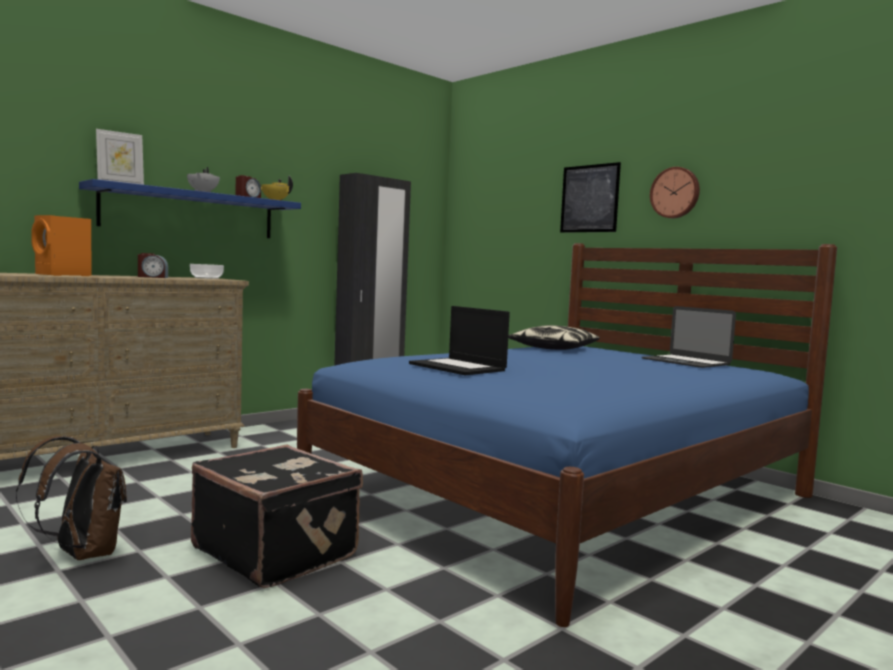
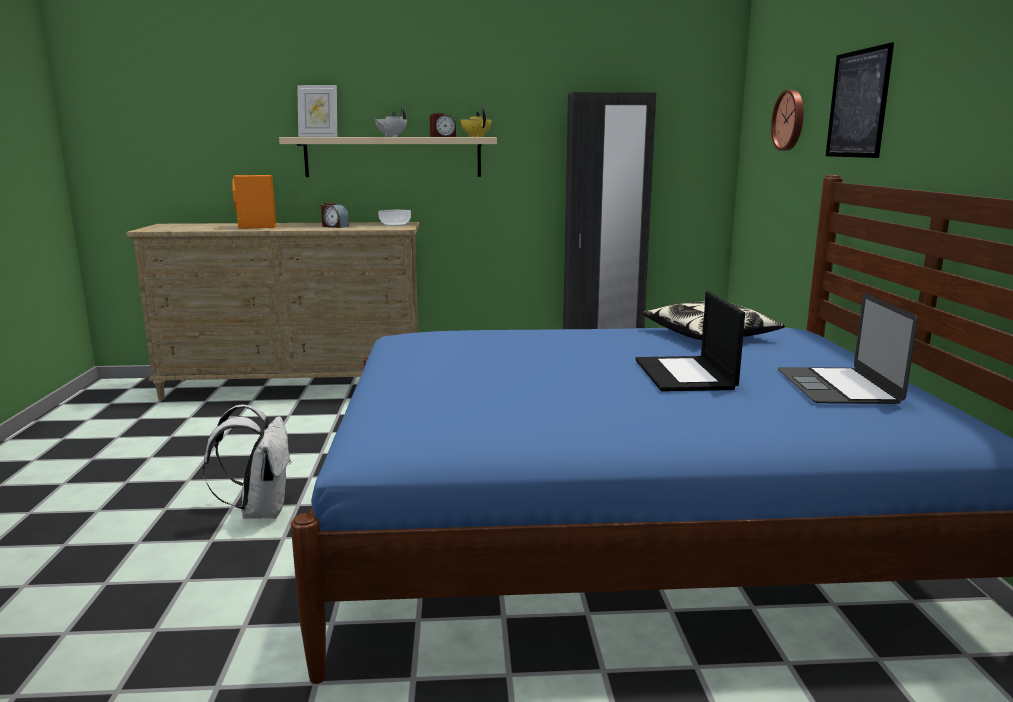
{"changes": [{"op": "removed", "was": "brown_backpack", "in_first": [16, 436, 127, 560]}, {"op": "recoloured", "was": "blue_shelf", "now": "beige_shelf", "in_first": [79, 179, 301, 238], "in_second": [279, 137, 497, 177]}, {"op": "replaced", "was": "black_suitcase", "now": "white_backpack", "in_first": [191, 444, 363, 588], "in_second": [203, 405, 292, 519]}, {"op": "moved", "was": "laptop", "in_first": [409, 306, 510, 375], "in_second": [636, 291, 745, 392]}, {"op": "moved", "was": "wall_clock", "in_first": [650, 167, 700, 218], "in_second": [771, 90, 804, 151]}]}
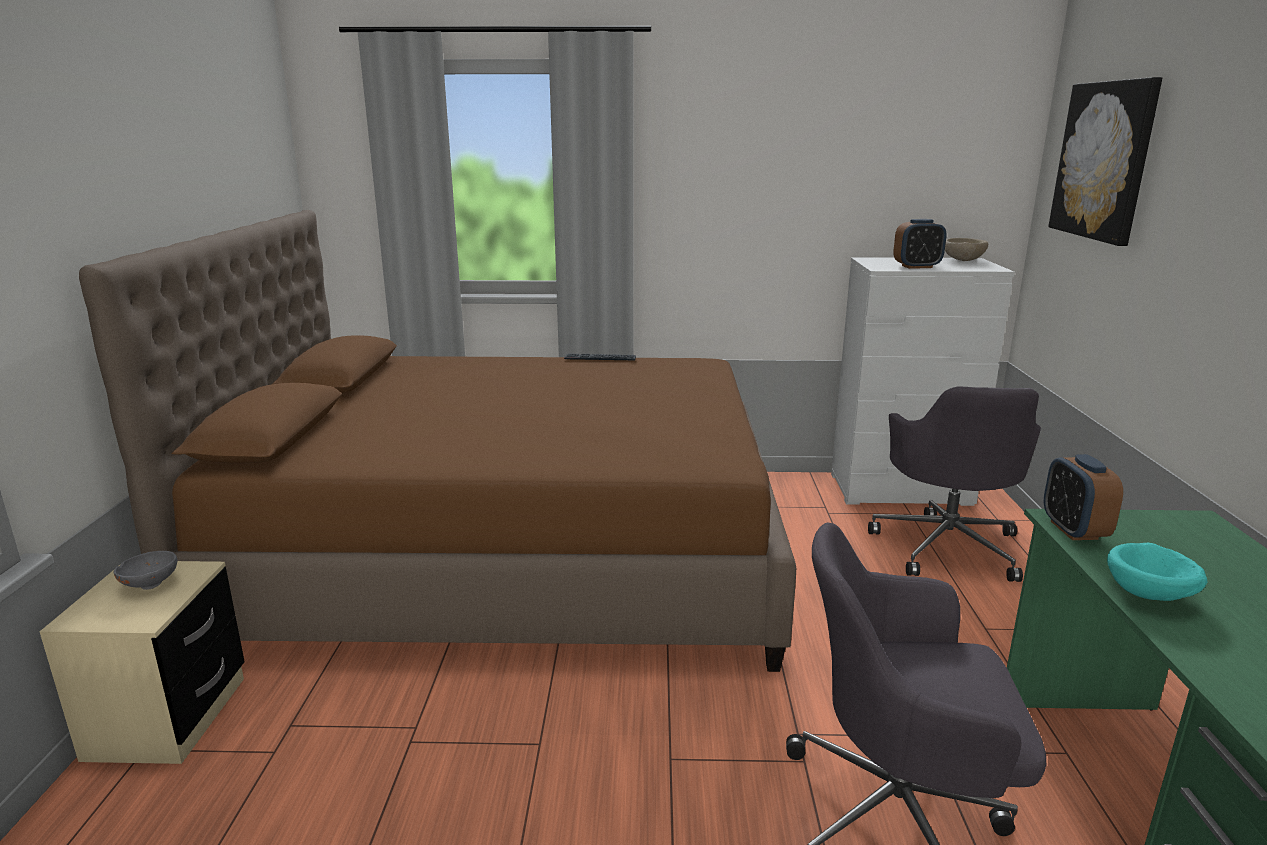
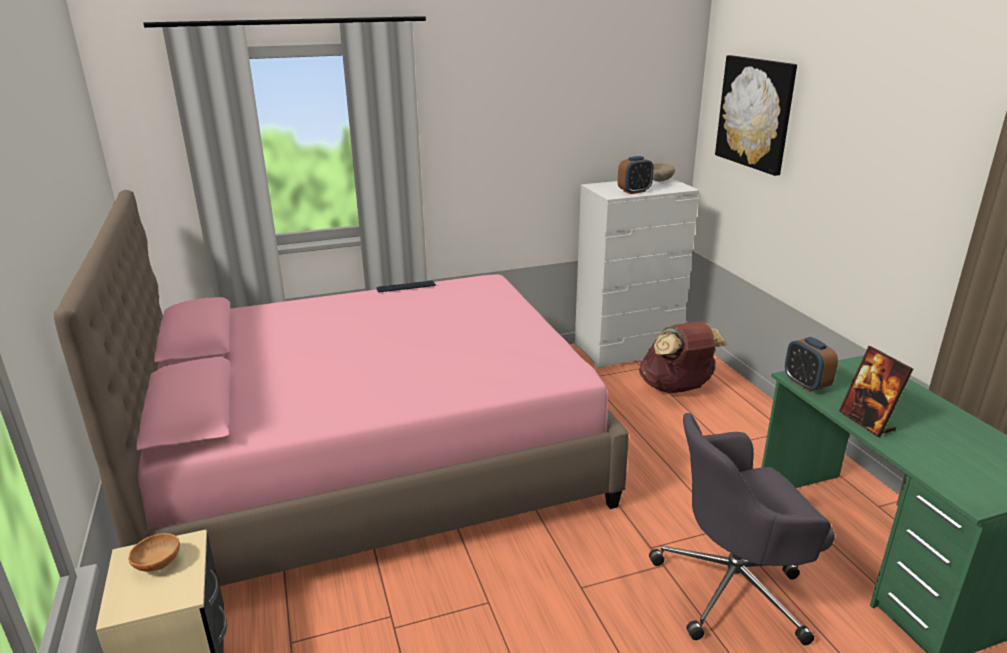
{"changes": [{"op": "recoloured", "was": "brown_bed", "now": "pink_bed", "in_first": [79, 210, 796, 672], "in_second": [54, 190, 628, 586]}, {"op": "recoloured", "was": "grey_bowl", "now": "brown_bowl", "in_first": [114, 551, 177, 590], "in_second": [128, 533, 180, 572]}, {"op": "replaced", "was": "grey_office_chair", "now": "brown_backpack", "in_first": [868, 386, 1041, 582], "in_second": [639, 321, 727, 393]}, {"op": "replaced", "was": "turquoise_bowl", "now": "picture_frame", "in_first": [1107, 543, 1207, 601], "in_second": [839, 346, 913, 437]}]}
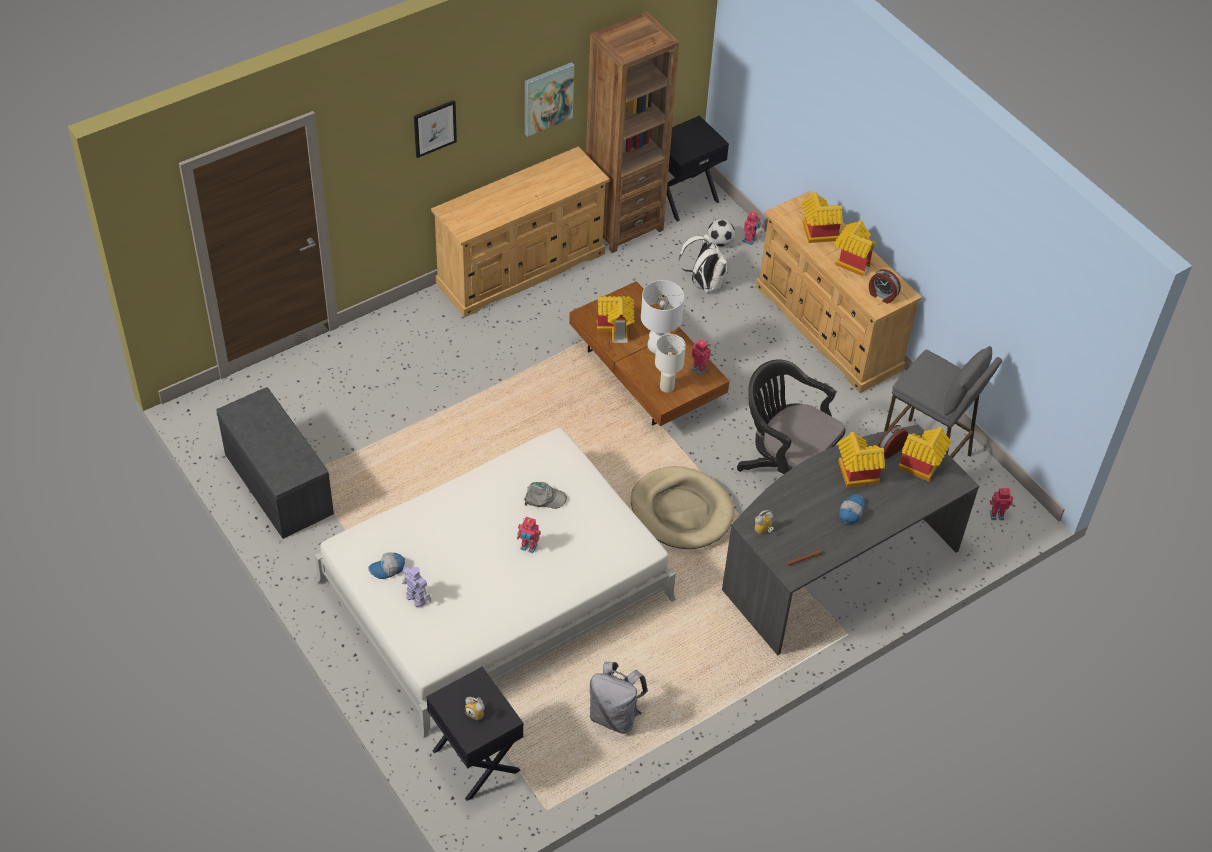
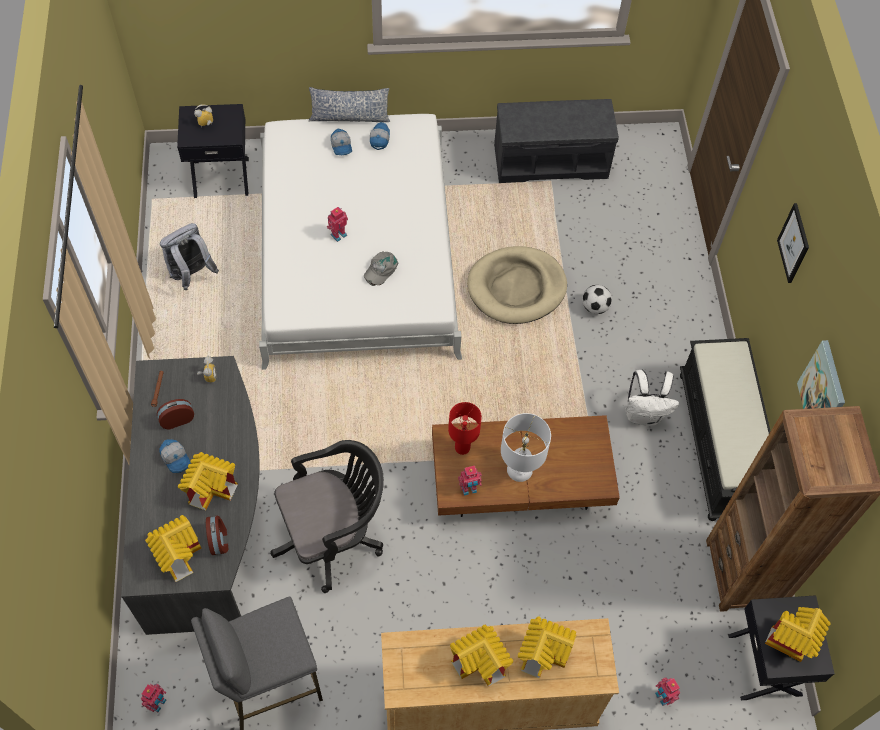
{"changes": [{"op": "replaced", "was": "toy_robot", "now": "cap", "in_first": [402, 567, 431, 607], "in_second": [331, 129, 352, 155]}, {"op": "replaced", "was": "beige_dresser", "now": "black_bench", "in_first": [431, 146, 610, 318], "in_second": [680, 338, 771, 521]}, {"op": "moved", "was": "toy_house", "in_first": [597, 296, 635, 343], "in_second": [765, 607, 831, 662]}, {"op": "moved", "was": "beige_dog_bed", "in_first": [631, 466, 734, 549], "in_second": [468, 246, 567, 324]}, {"op": "recoloured", "was": "white_table_lamp", "now": "red_table_lamp", "in_first": [655, 334, 686, 393], "in_second": [448, 402, 482, 455]}, {"op": "moved", "was": "white_backpack", "in_first": [679, 234, 728, 293], "in_second": [625, 370, 679, 425]}, {"op": "moved", "was": "football", "in_first": [707, 219, 735, 247], "in_second": [582, 285, 612, 314]}, {"op": "moved", "was": "alarm_clock", "in_first": [869, 269, 901, 304], "in_second": [157, 399, 194, 429]}, {"op": "added", "now": "pillow", "in_second": [309, 87, 390, 122]}]}
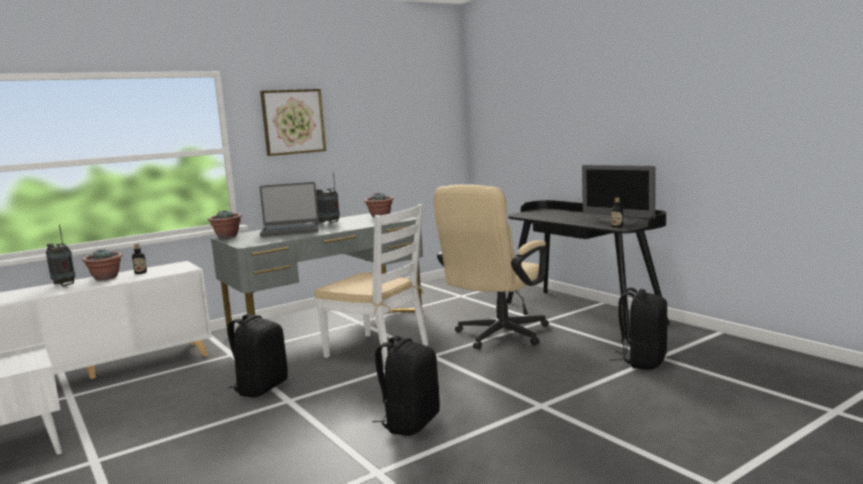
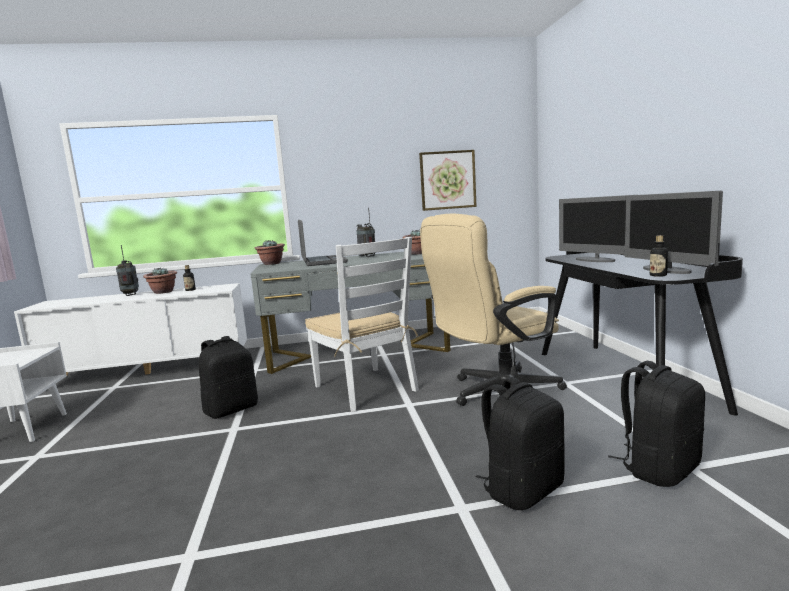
{"changes": [{"op": "turned", "was": "laptop", "in_first": [259, 182, 319, 237], "in_second": [298, 220, 348, 266], "clockwise": -120}, {"op": "moved", "was": "picture", "in_first": [260, 89, 326, 156], "in_second": [419, 150, 477, 211]}, {"op": "moved", "was": "black_backpack", "in_first": [372, 336, 440, 436], "in_second": [476, 377, 565, 510]}, {"op": "added", "now": "monitor", "in_second": [559, 195, 628, 262]}]}
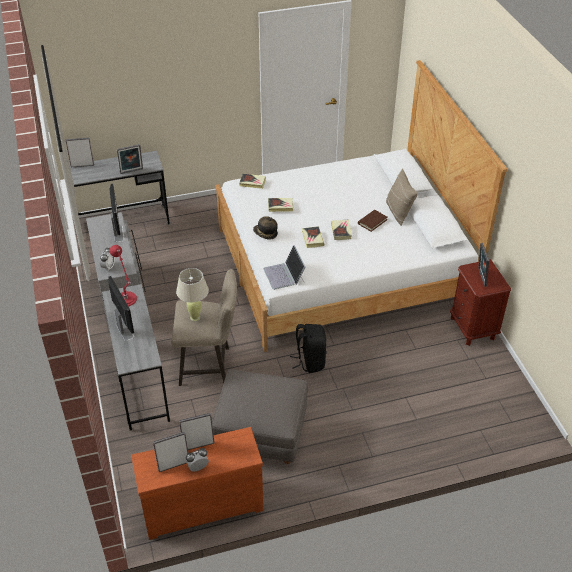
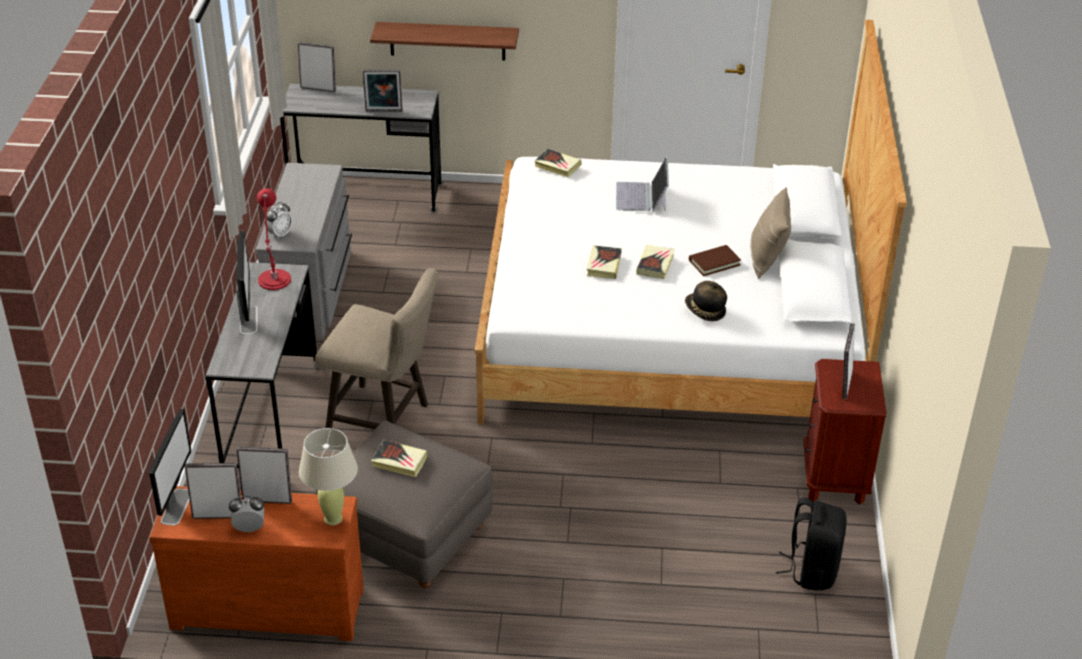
{"changes": [{"op": "moved", "was": "monitor", "in_first": [110, 183, 124, 242], "in_second": [149, 409, 191, 526]}, {"op": "moved", "was": "beige_table_lamp", "in_first": [176, 268, 209, 321], "in_second": [299, 428, 358, 525]}, {"op": "moved", "was": "hat", "in_first": [253, 216, 278, 240], "in_second": [685, 281, 727, 321]}, {"op": "moved", "was": "laptop", "in_first": [263, 245, 305, 290], "in_second": [616, 156, 669, 212]}, {"op": "moved", "was": "book", "in_first": [268, 198, 293, 212], "in_second": [371, 440, 428, 477]}, {"op": "moved", "was": "black_backpack", "in_first": [290, 324, 326, 373], "in_second": [776, 497, 846, 590]}, {"op": "added", "now": "shelf", "in_second": [370, 22, 519, 60]}]}
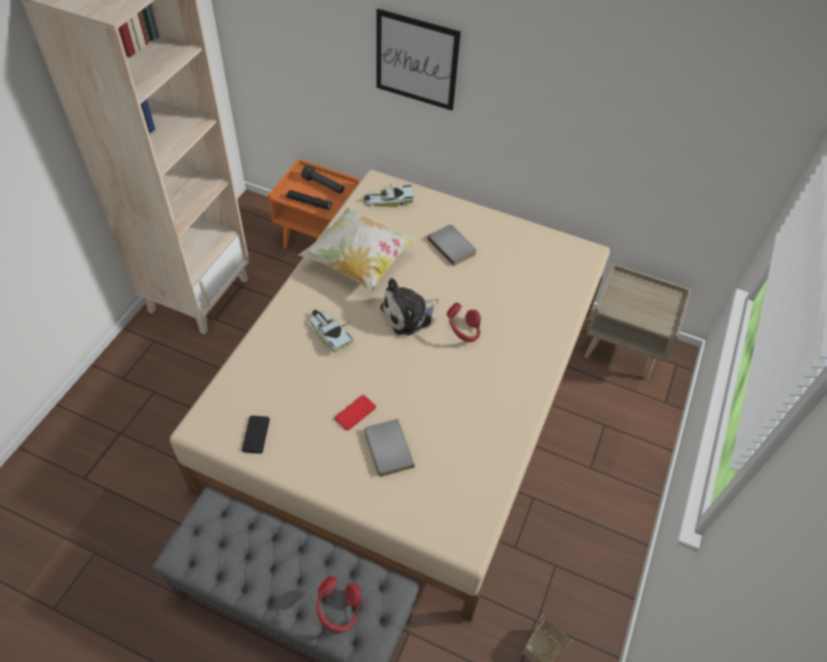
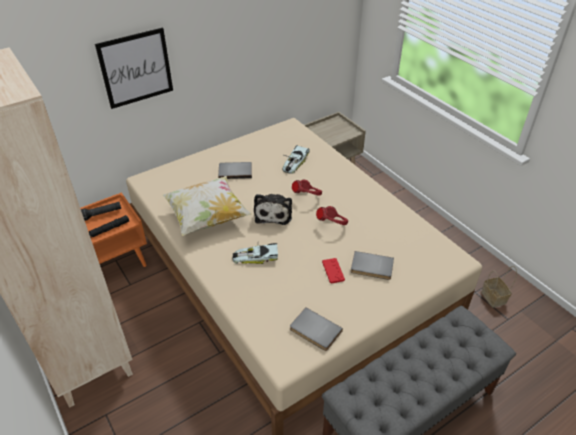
{"changes": [{"op": "replaced", "was": "black_game_controller", "now": "grey_book", "in_first": [242, 415, 270, 454], "in_second": [290, 307, 343, 351]}, {"op": "moved", "was": "red_headphones", "in_first": [316, 576, 362, 633], "in_second": [316, 206, 348, 225]}, {"op": "moved", "was": "toy_car", "in_first": [364, 184, 414, 207], "in_second": [283, 145, 310, 174]}]}
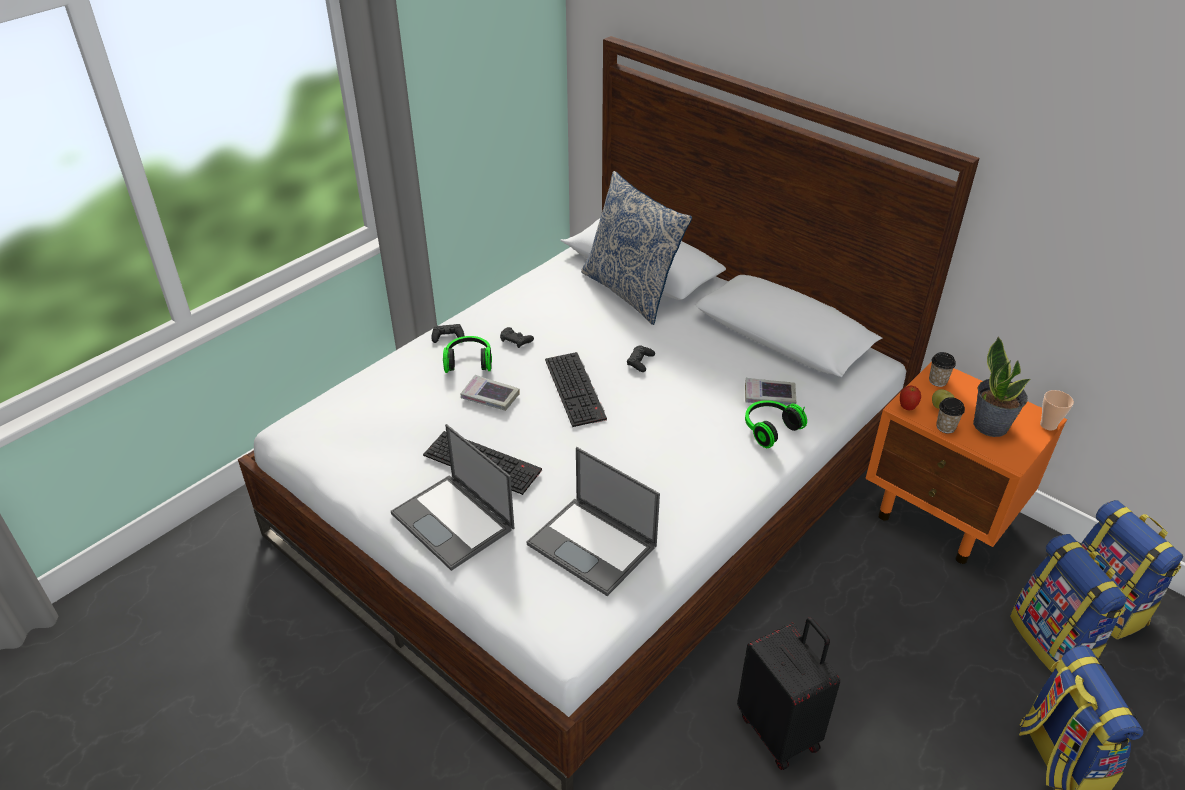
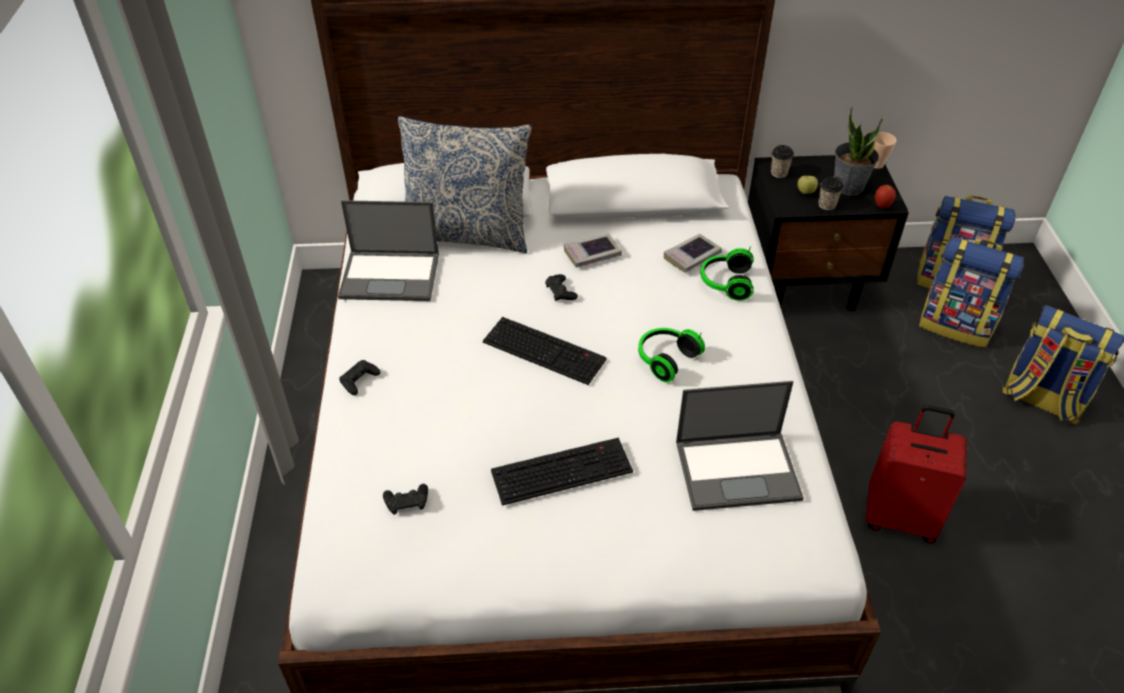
{"changes": [{"op": "moved", "was": "laptop", "in_first": [391, 424, 514, 571], "in_second": [338, 200, 439, 301]}, {"op": "moved", "was": "headphones", "in_first": [443, 336, 492, 373], "in_second": [638, 328, 705, 383]}, {"op": "moved", "was": "book", "in_first": [461, 375, 520, 411], "in_second": [564, 234, 622, 268]}, {"op": "moved", "was": "black_game_controller", "in_first": [500, 327, 534, 348], "in_second": [383, 484, 428, 515]}, {"op": "recoloured", "was": "black_suitcase", "now": "red_suitcase", "in_first": [737, 617, 840, 770], "in_second": [866, 405, 967, 544]}, {"op": "recoloured", "was": "orange_nightstand", "now": "black_nightstand", "in_first": [865, 361, 1067, 564], "in_second": [748, 155, 909, 311]}, {"op": "moved", "was": "apple", "in_first": [900, 385, 921, 410], "in_second": [875, 185, 896, 209]}]}
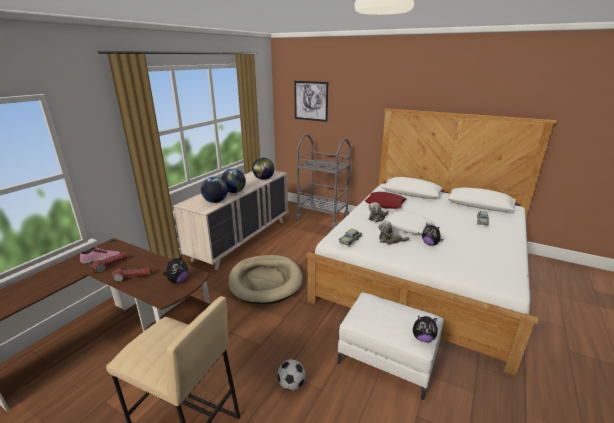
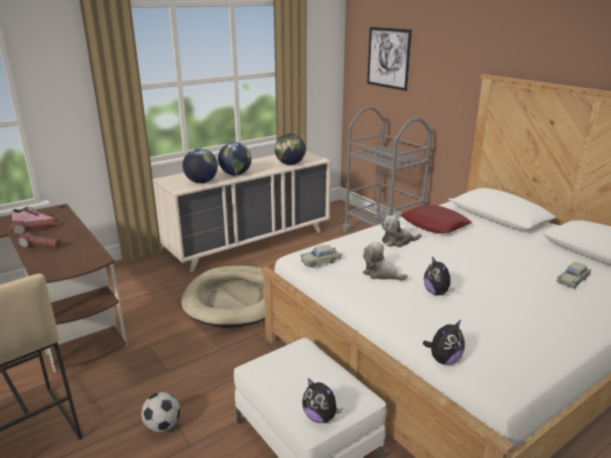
{"changes": [{"op": "moved", "was": "plush_toy", "in_first": [163, 254, 188, 283], "in_second": [423, 320, 465, 365]}, {"op": "removed", "was": "white_pillow", "in_first": [383, 211, 435, 234]}]}
